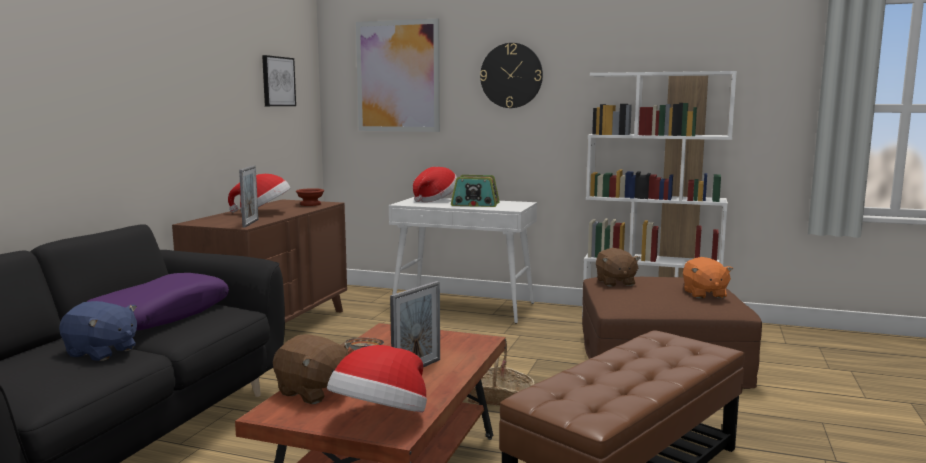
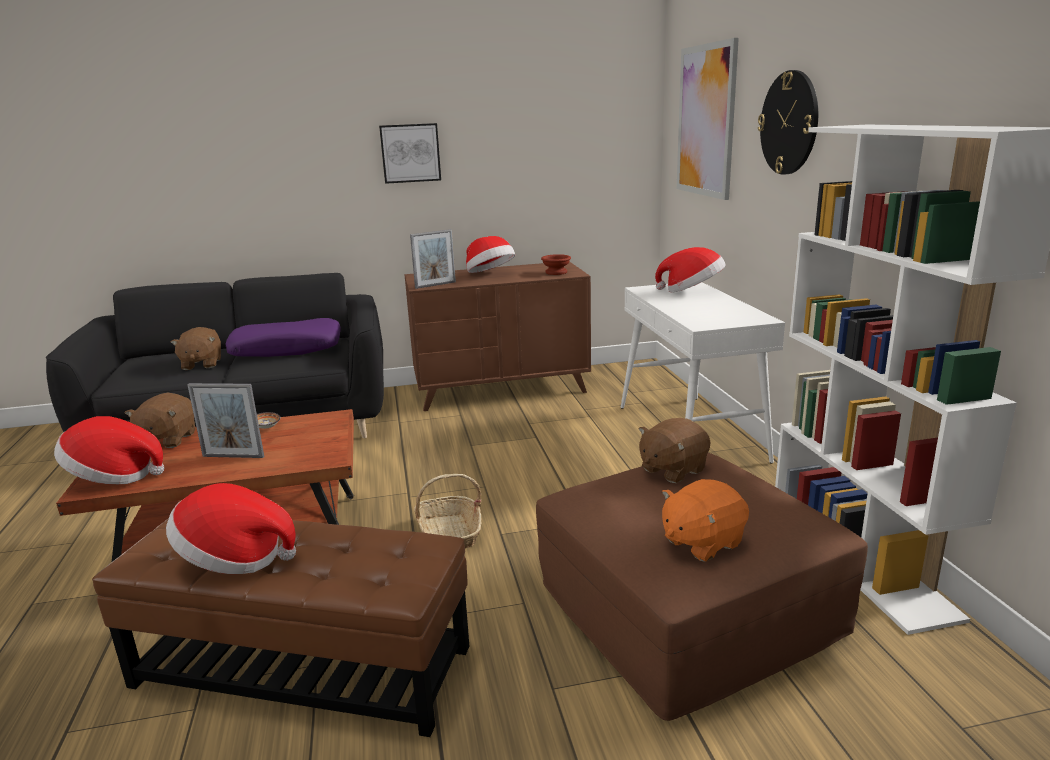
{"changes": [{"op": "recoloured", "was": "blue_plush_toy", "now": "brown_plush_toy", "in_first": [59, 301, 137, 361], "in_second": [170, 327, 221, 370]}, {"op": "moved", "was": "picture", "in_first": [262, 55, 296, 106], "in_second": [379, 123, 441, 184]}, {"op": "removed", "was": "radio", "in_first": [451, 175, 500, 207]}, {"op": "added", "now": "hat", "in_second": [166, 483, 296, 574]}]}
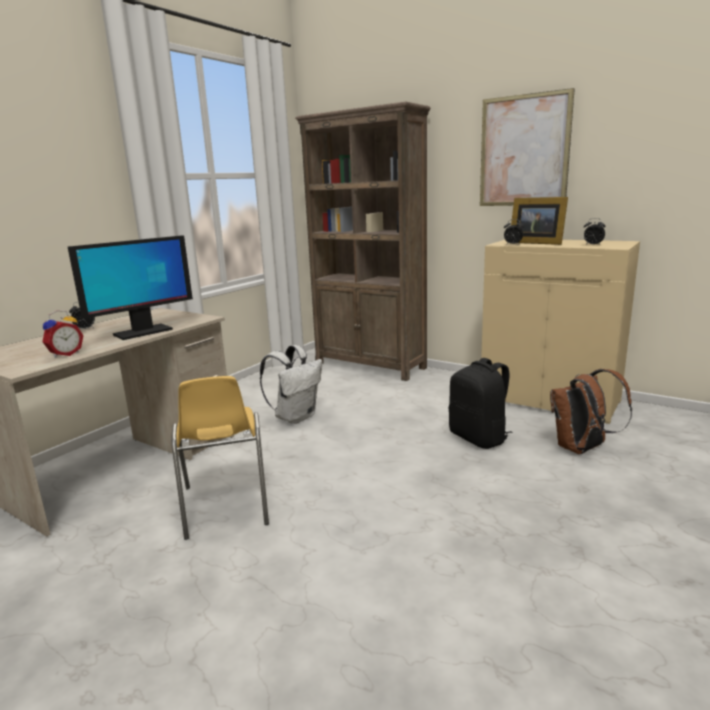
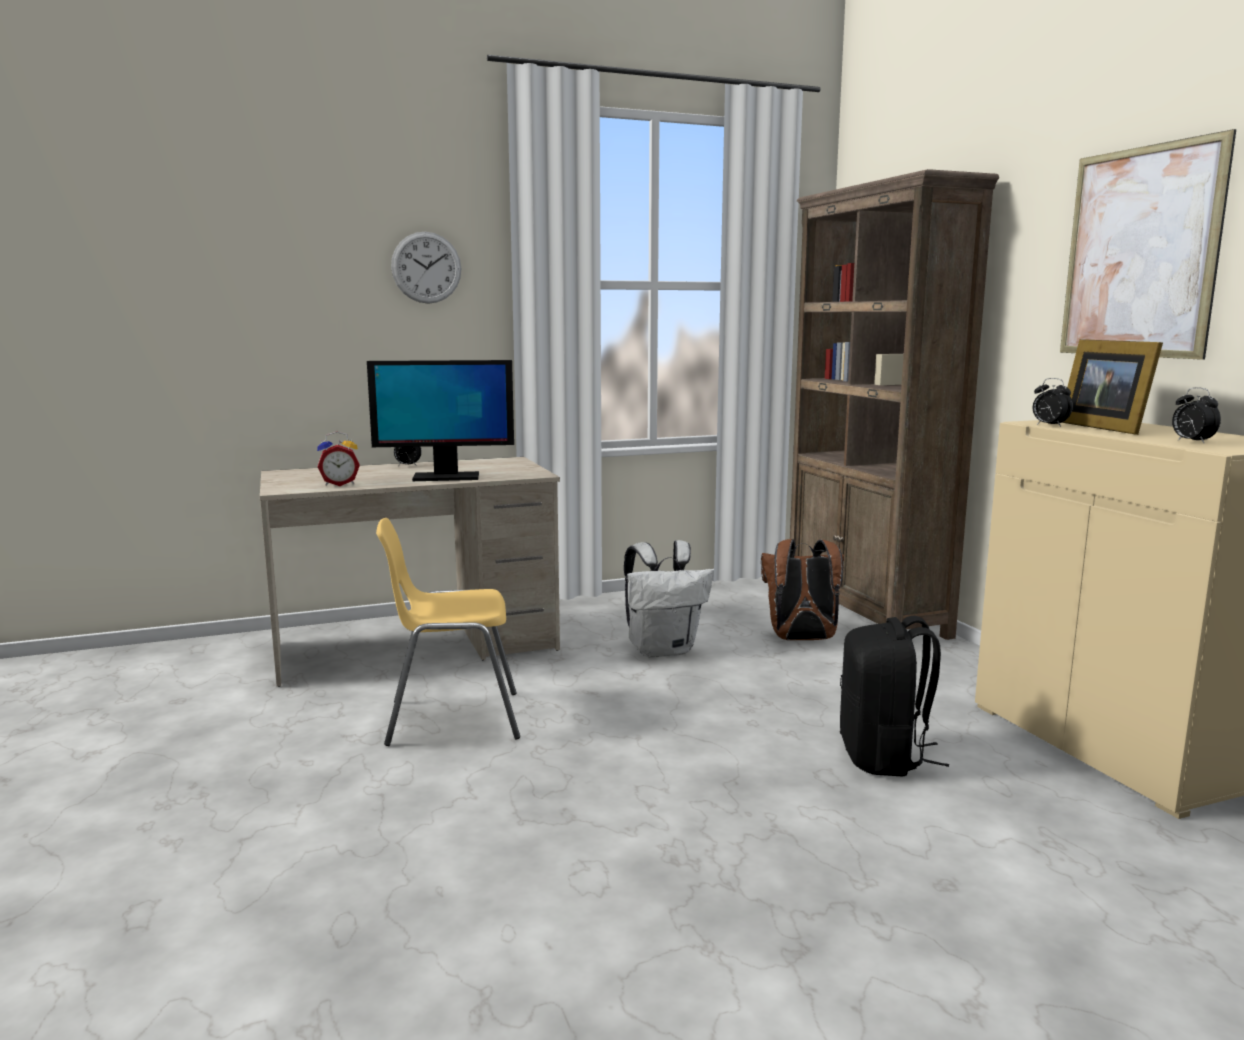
{"changes": [{"op": "turned", "was": "yellow_chair", "in_first": [171, 376, 269, 540], "in_second": [376, 518, 520, 746], "clockwise": 60}, {"op": "moved", "was": "brown_backpack", "in_first": [550, 369, 632, 454], "in_second": [761, 539, 844, 640]}, {"op": "added", "now": "wall_clock", "in_second": [391, 232, 461, 304]}]}
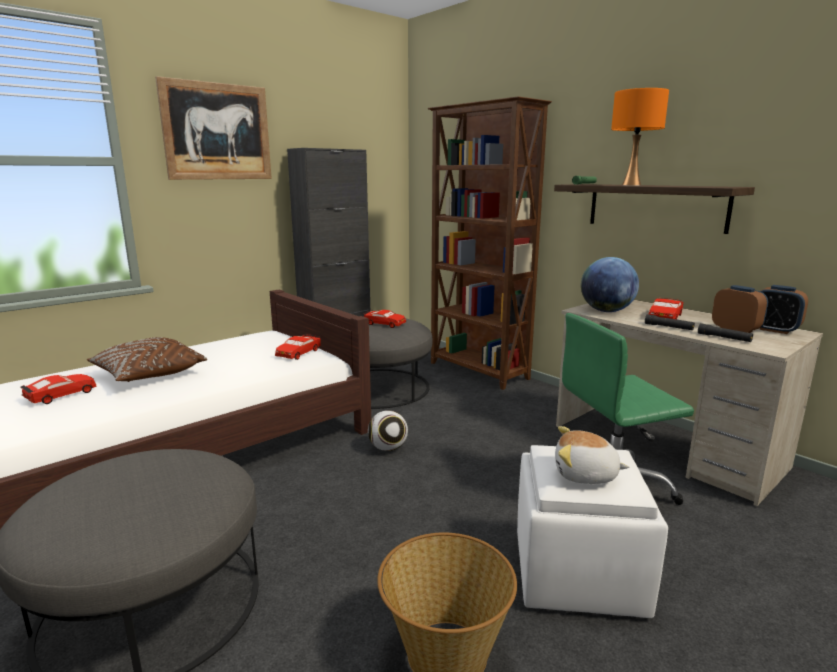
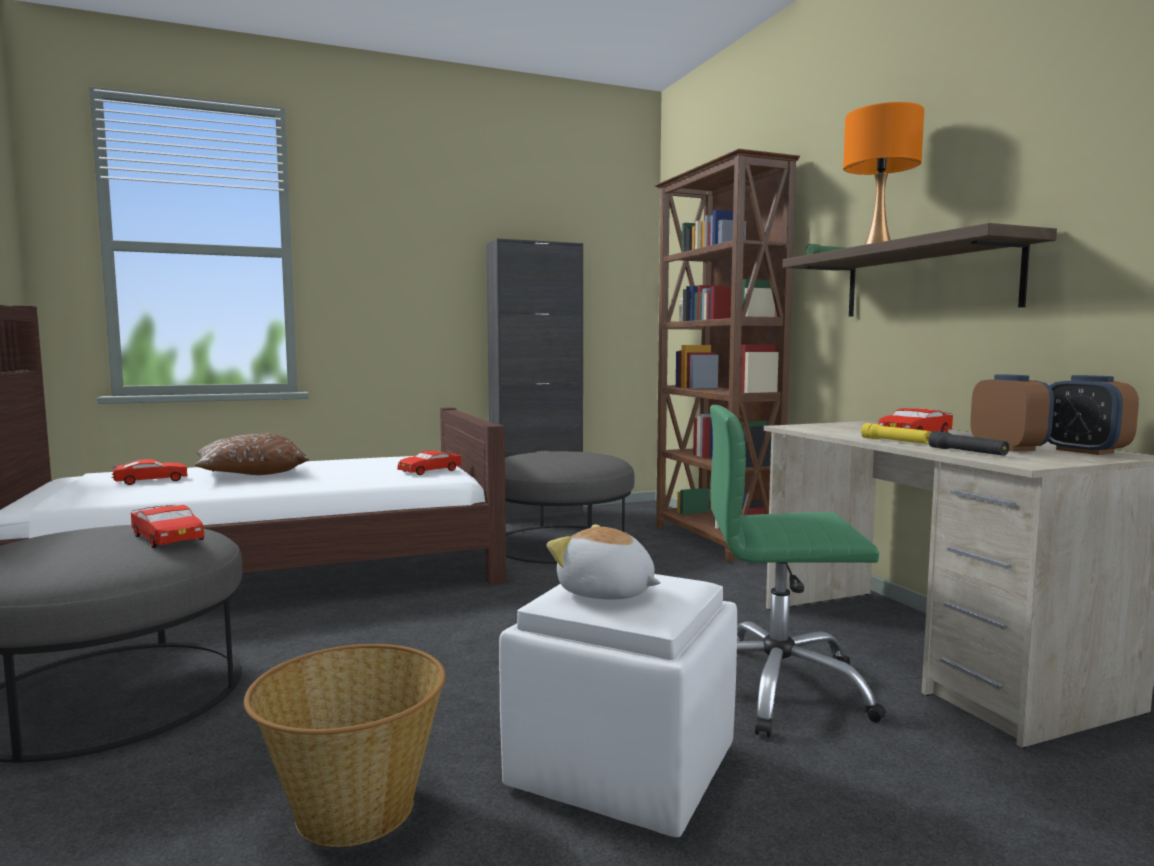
{"changes": [{"op": "removed", "was": "picture", "in_first": [155, 76, 272, 180]}, {"op": "moved", "was": "red_toy_car", "in_first": [364, 310, 406, 328], "in_second": [131, 505, 204, 548]}, {"op": "removed", "was": "football", "in_first": [368, 410, 408, 451]}, {"op": "removed", "was": "globe", "in_first": [581, 257, 639, 312]}, {"op": "recoloured", "was": "black_flashlight", "now": "yellow_flashlight", "in_first": [645, 314, 695, 330], "in_second": [861, 423, 931, 444]}]}
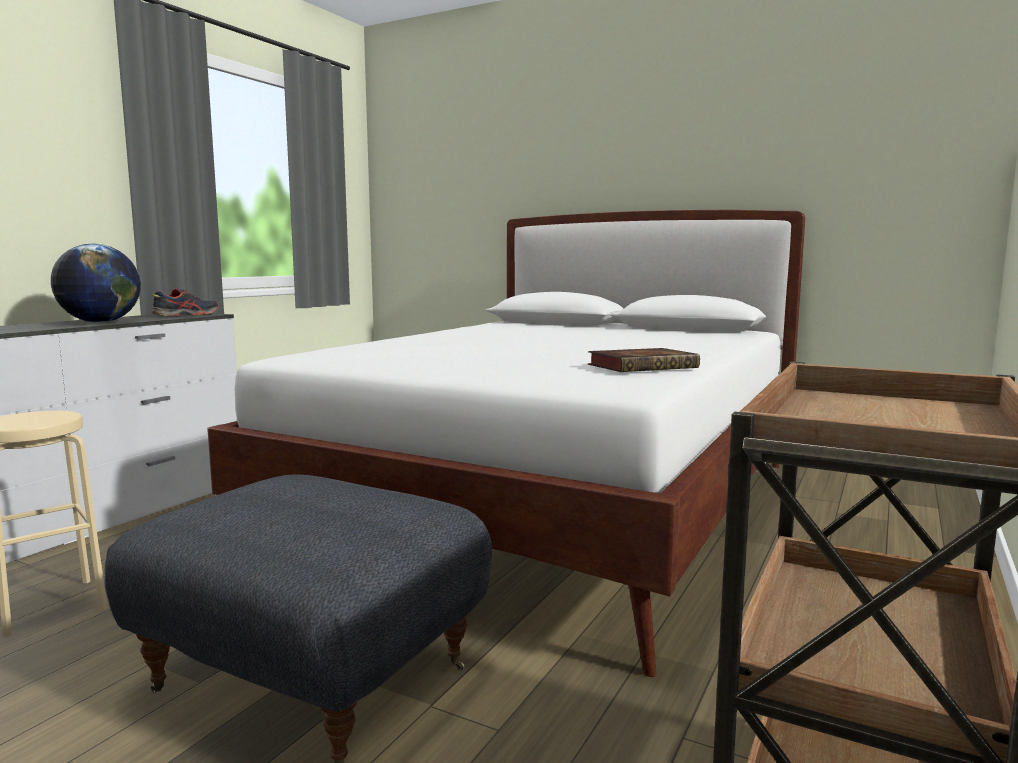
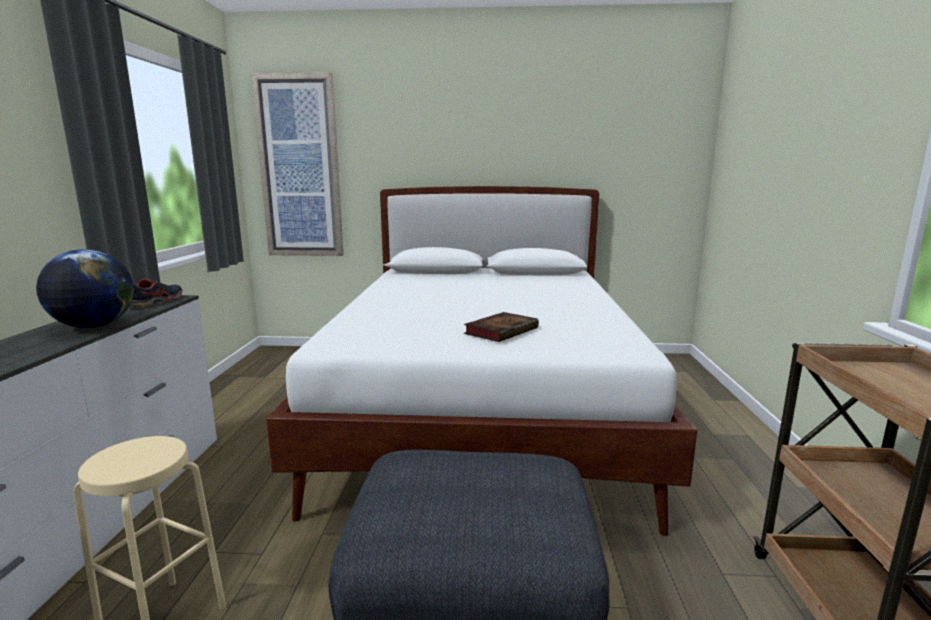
{"changes": [{"op": "moved", "was": "book", "in_first": [588, 348, 700, 372], "in_second": [464, 312, 539, 342]}, {"op": "added", "now": "picture", "in_second": [251, 73, 344, 256]}]}
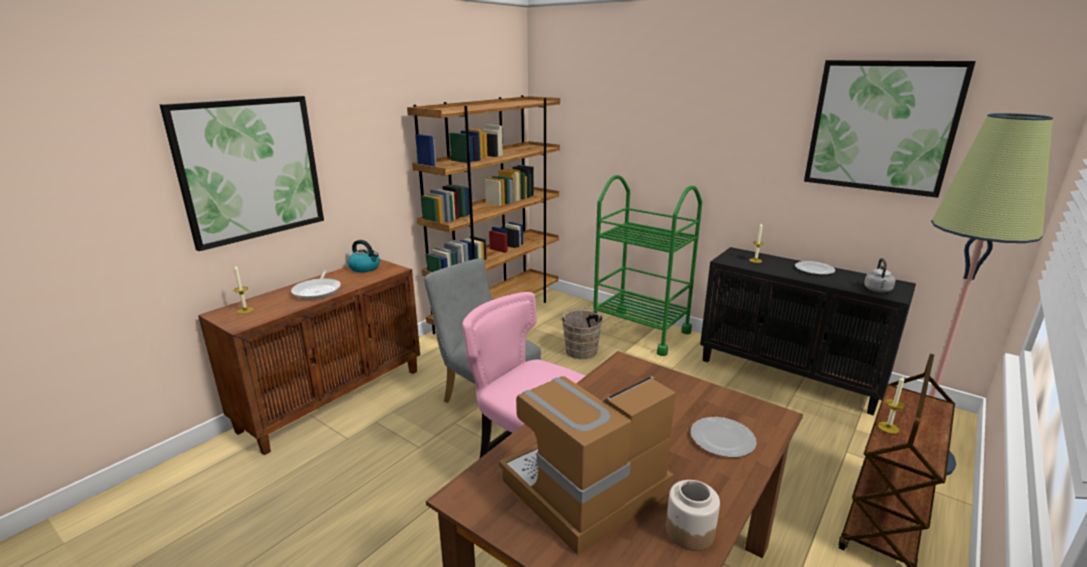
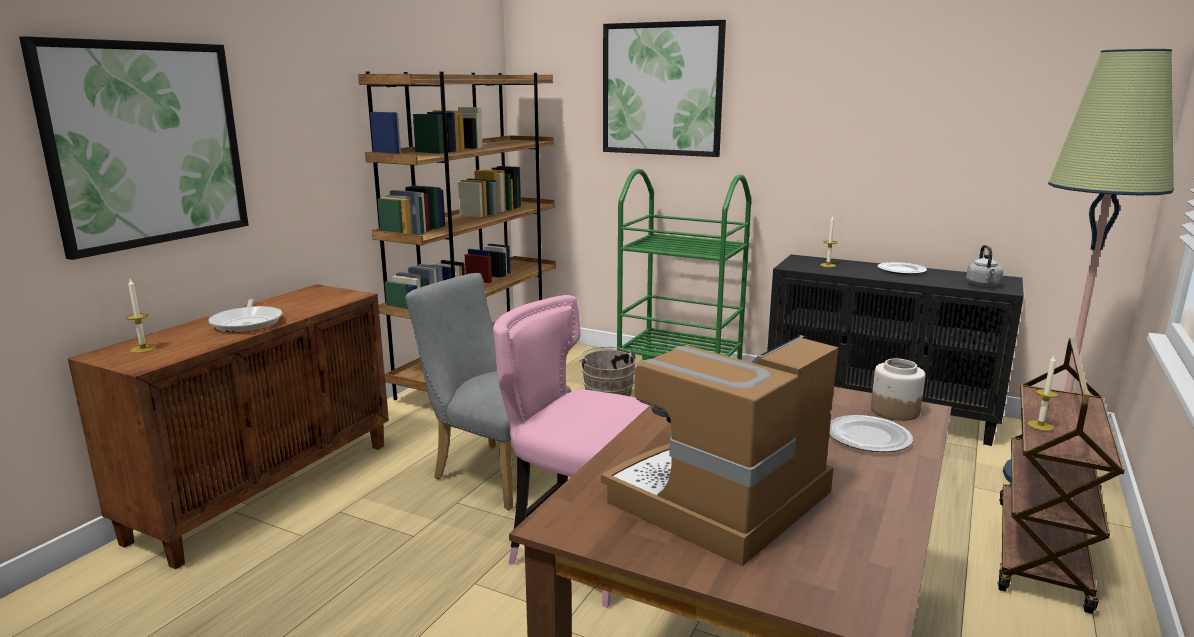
{"changes": [{"op": "removed", "was": "kettle", "in_first": [348, 240, 380, 272]}, {"op": "moved", "was": "jar", "in_first": [666, 480, 720, 551], "in_second": [871, 358, 925, 421]}, {"op": "moved", "was": "picture", "in_first": [804, 60, 976, 198], "in_second": [603, 20, 726, 157]}]}
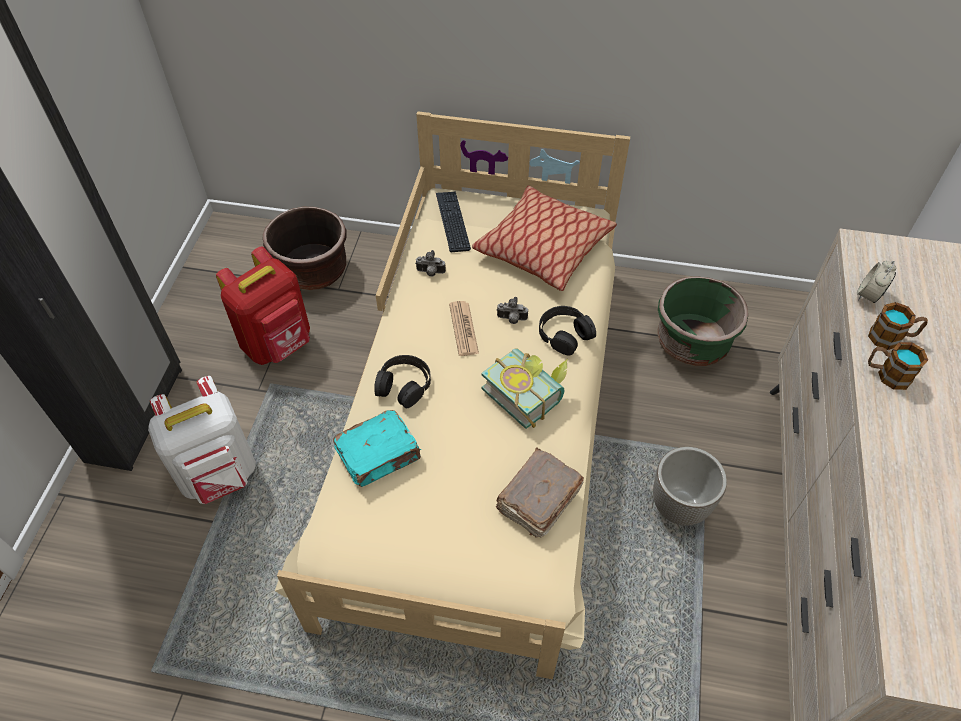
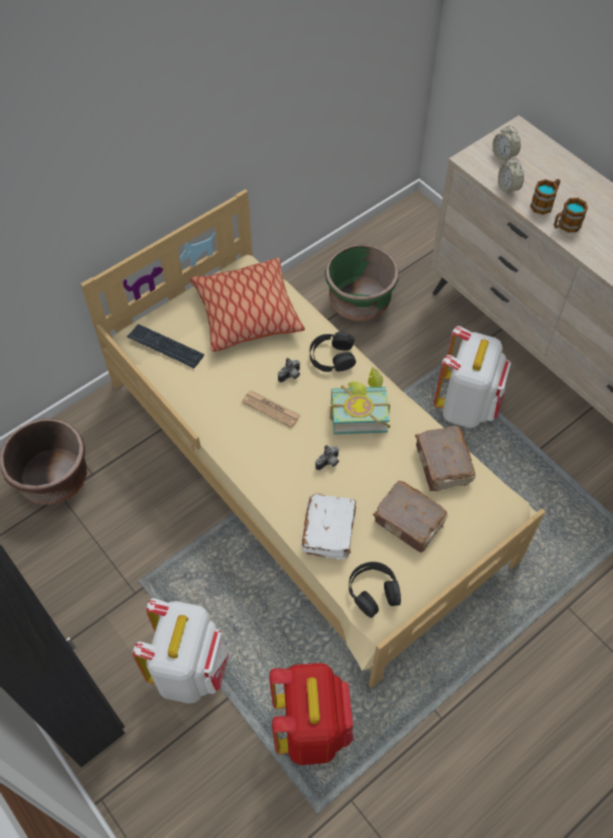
{"changes": [{"op": "moved", "was": "red_backpack", "in_first": [216, 246, 310, 365], "in_second": [269, 663, 353, 765]}, {"op": "recoloured", "was": "turquoise_book", "now": "white_book", "in_first": [333, 410, 421, 487], "in_second": [301, 493, 356, 559]}, {"op": "moved", "was": "black_headphones", "in_first": [374, 355, 431, 408], "in_second": [349, 562, 401, 618]}, {"op": "moved", "was": "photo_camera", "in_first": [415, 250, 446, 277], "in_second": [315, 445, 339, 470]}, {"op": "replaced", "was": "planter", "now": "white_backpack", "in_first": [653, 447, 727, 526], "in_second": [434, 326, 511, 428]}, {"op": "added", "now": "brown_book", "in_second": [373, 481, 448, 553]}, {"op": "added", "now": "alarm_clock", "in_second": [493, 125, 521, 163]}]}
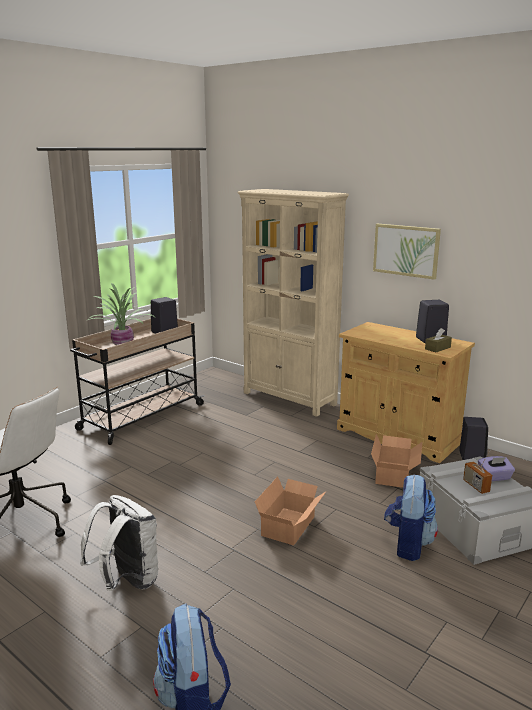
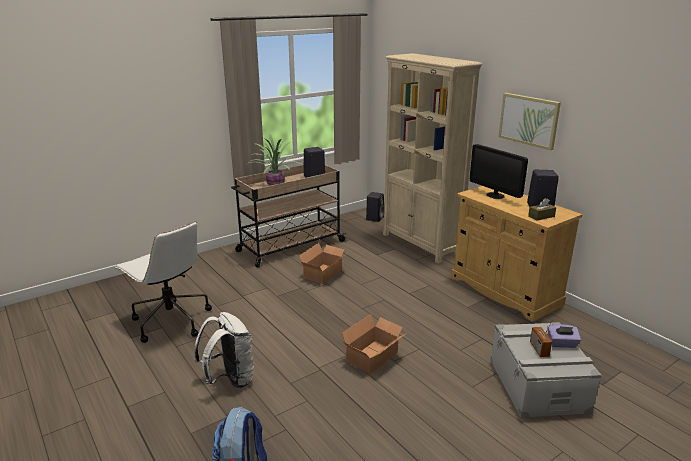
{"changes": [{"op": "moved", "was": "cardboard_box", "in_first": [371, 434, 422, 488], "in_second": [299, 243, 346, 284]}, {"op": "removed", "was": "backpack", "in_first": [384, 474, 438, 561]}, {"op": "moved", "was": "black_speaker", "in_first": [459, 417, 488, 460], "in_second": [366, 192, 384, 222]}, {"op": "added", "now": "monitor", "in_second": [470, 144, 528, 199]}]}
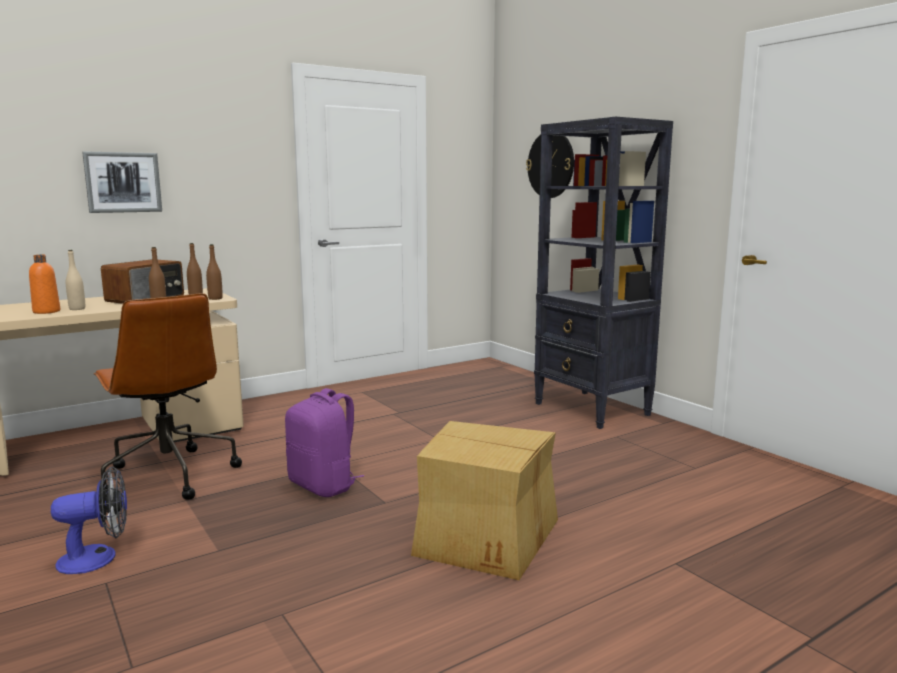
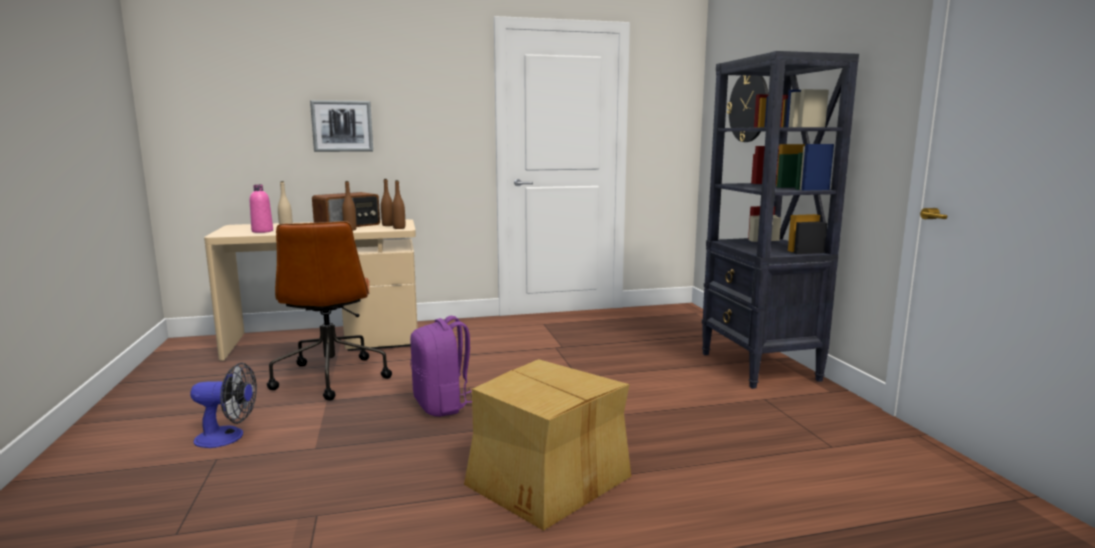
{"changes": [{"op": "recoloured", "was": "orange_bottle", "now": "pink_bottle", "in_first": [29, 255, 60, 314], "in_second": [250, 185, 273, 233]}]}
